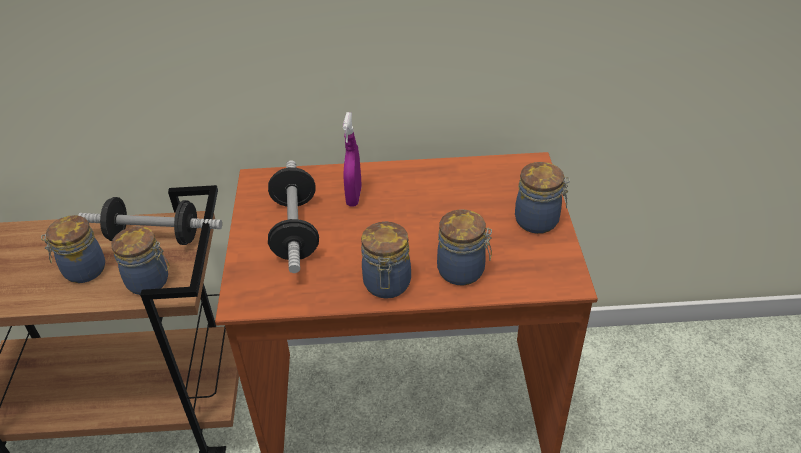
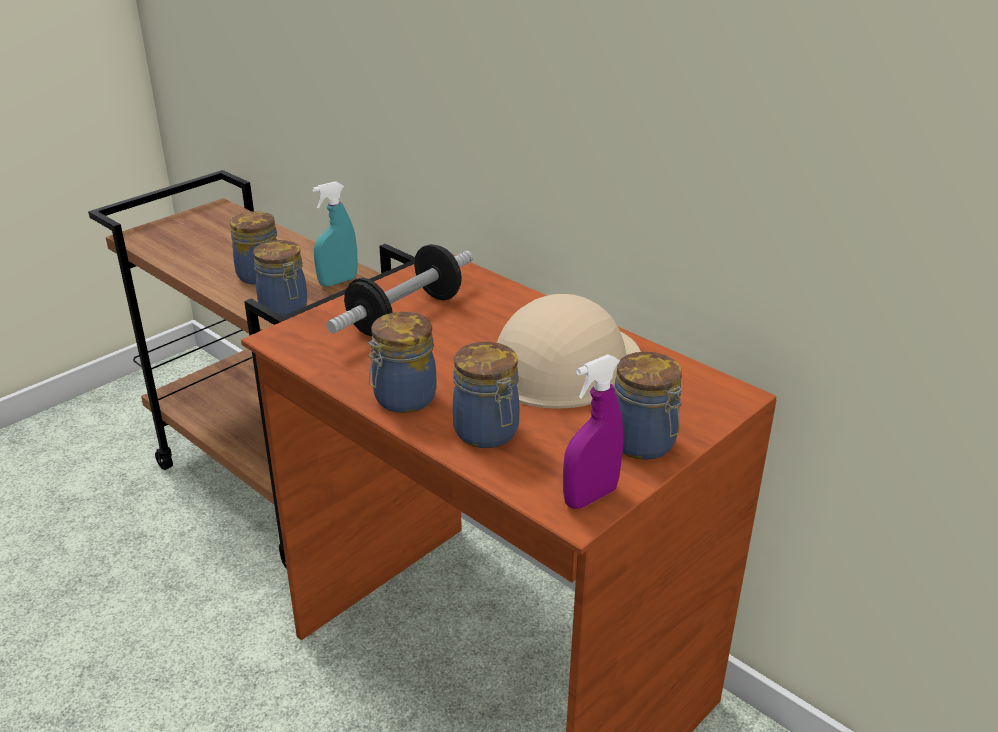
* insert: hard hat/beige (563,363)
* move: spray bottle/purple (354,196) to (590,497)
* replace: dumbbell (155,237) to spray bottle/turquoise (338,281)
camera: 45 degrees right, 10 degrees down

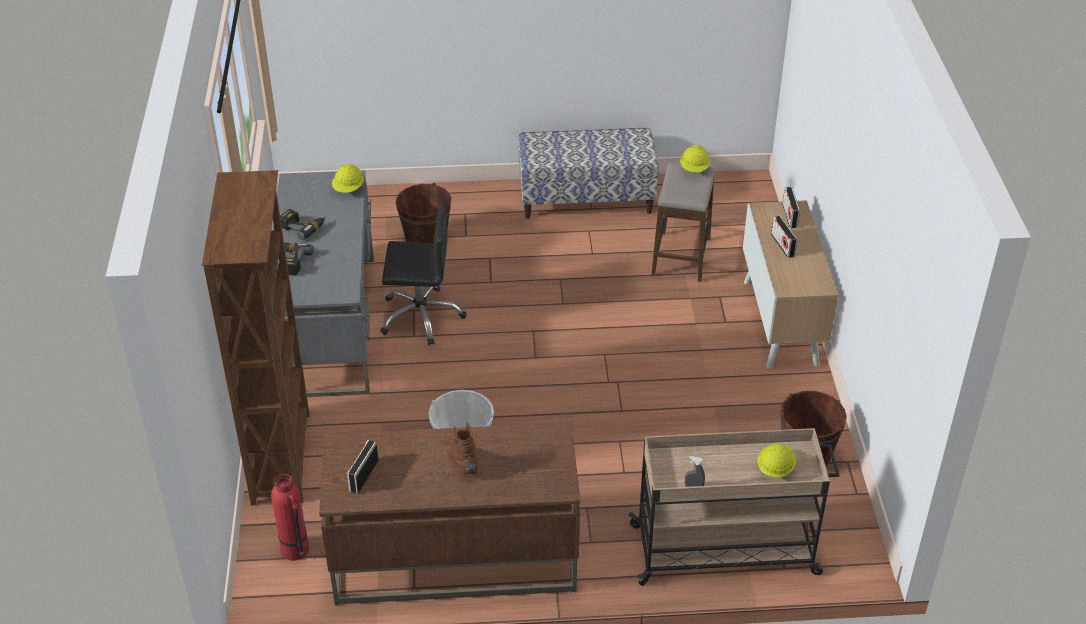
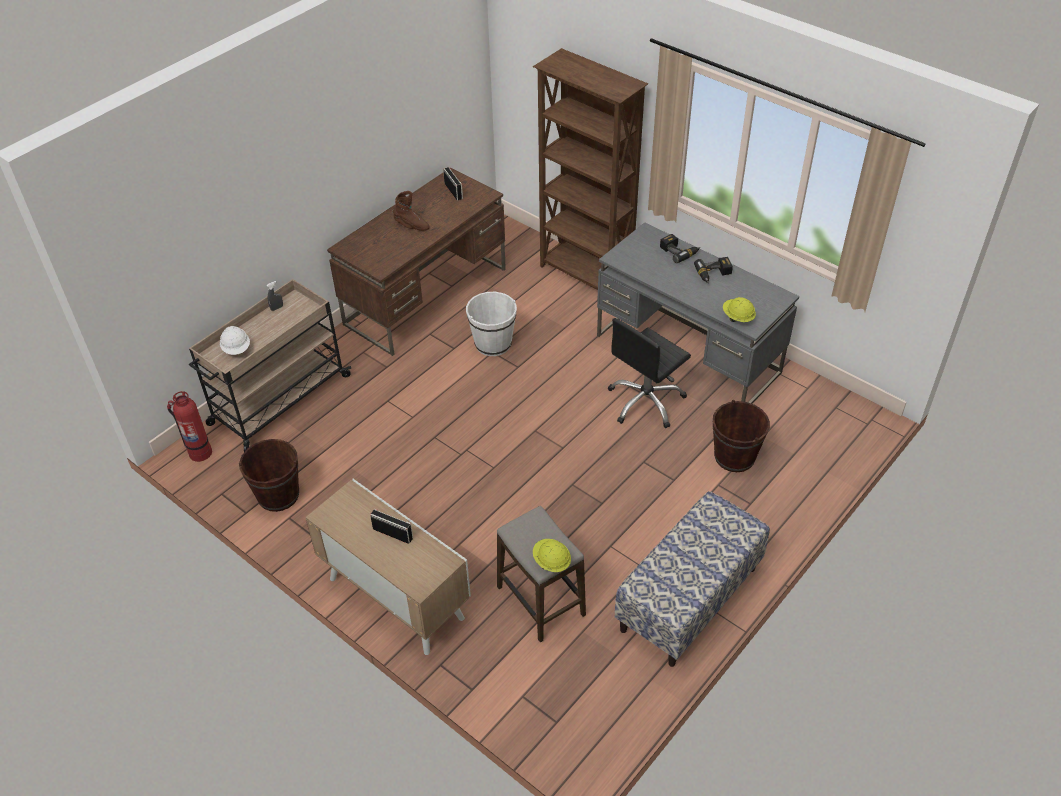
* delete: radio (789,216)
* move: fire extinguisher (295,550) to (200,452)
* recolor: hard hat/yellow (775,468) to hard hat/white (237,349)
camera: 135 degrees right, 5 degrees up

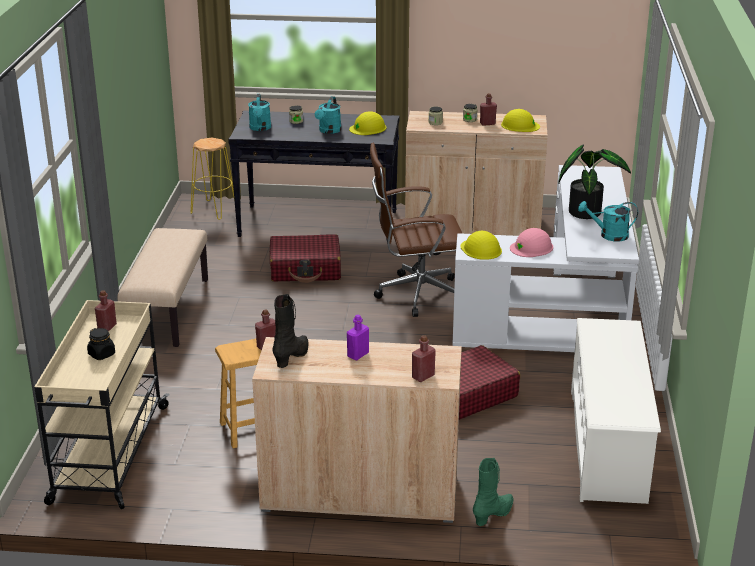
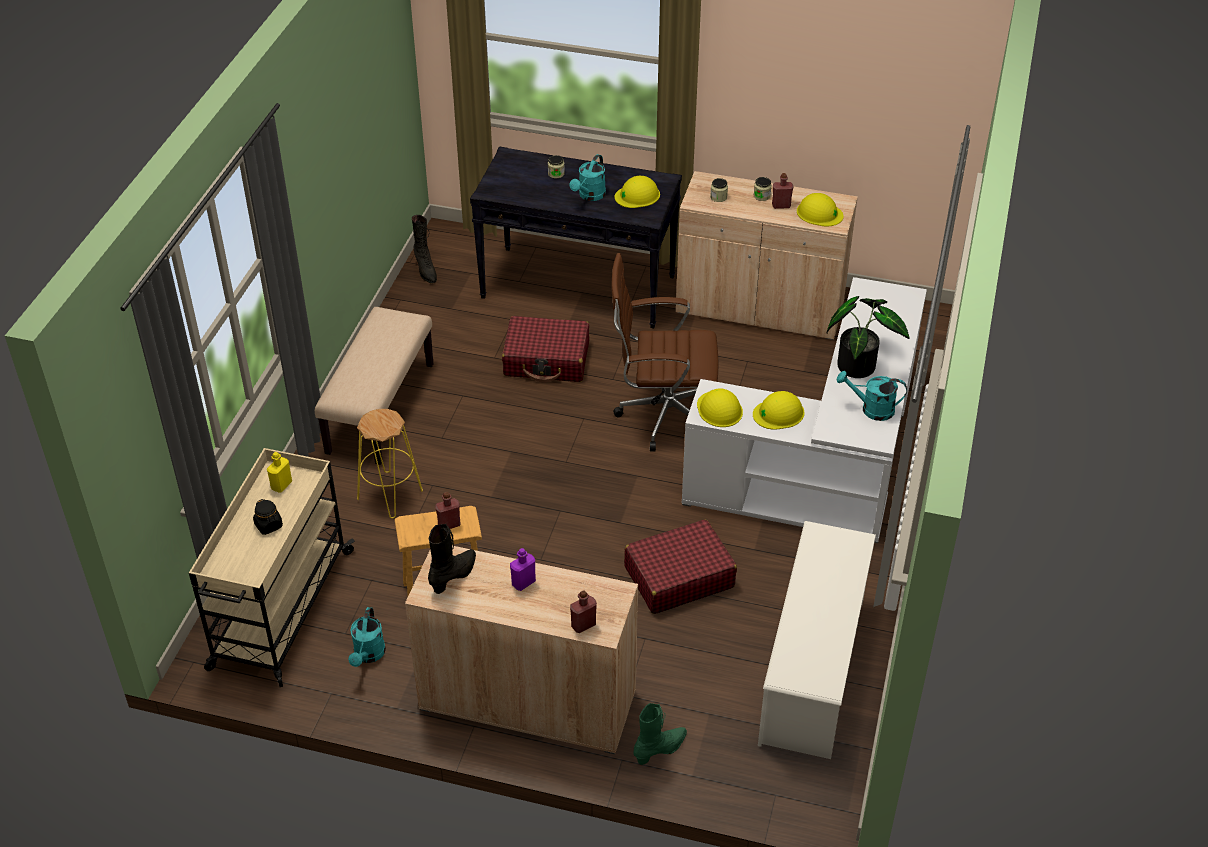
* insert: boot/black (425,270)
* move: stool/yellow (214,210) to (390,495)
* move: watering can/turquoise (260,128) to (368,655)
* recolor: bottle/red (107,327) to bottle/yellow (281,485)
* recolor: hard hat/pink (531,247) to hard hat/yellow (779,413)
camera: 10 degrees right, 15 degrees up

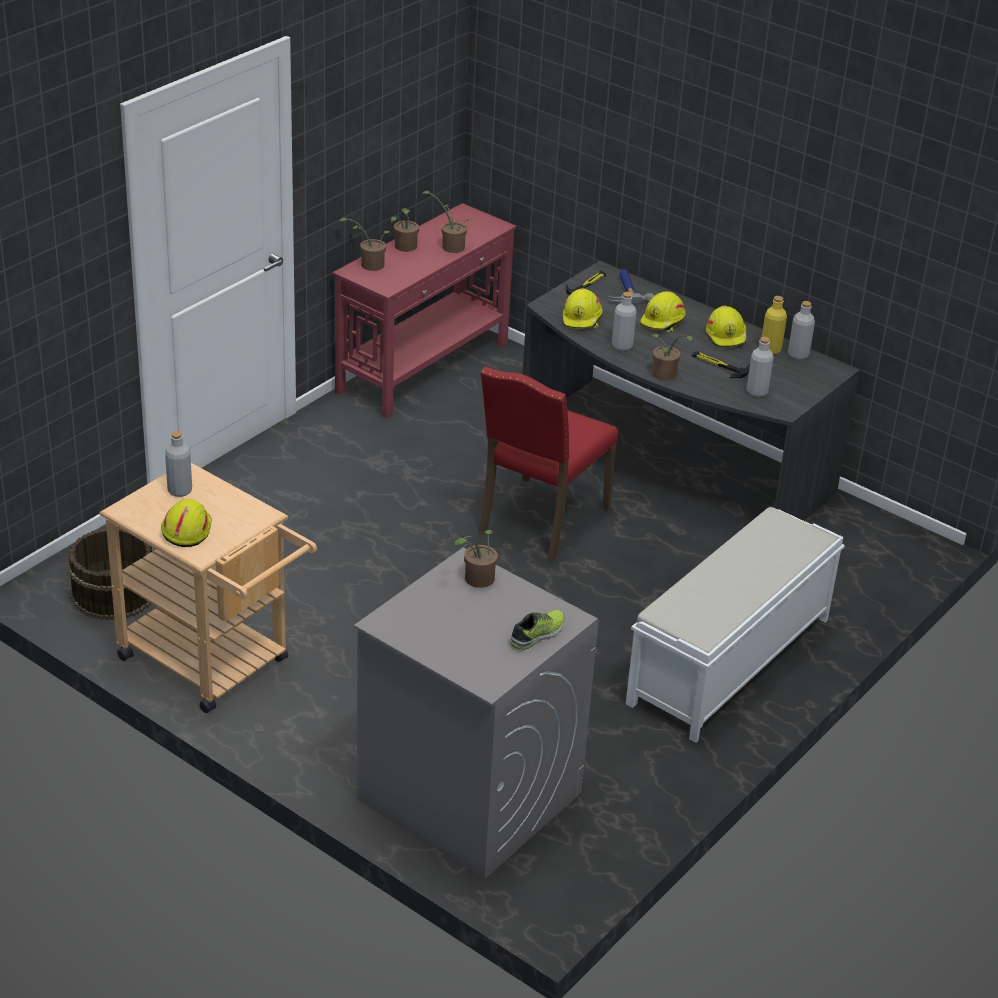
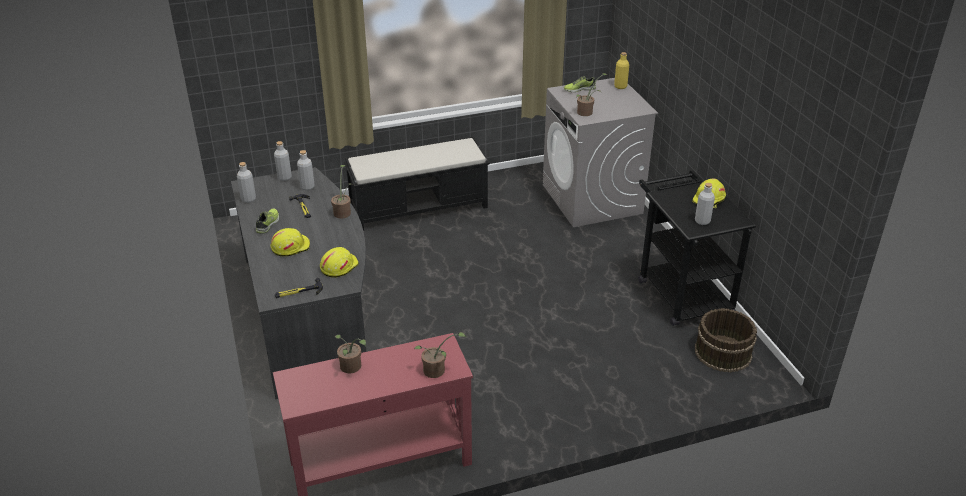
* delete: potted plant (404,248)
* delete: chair/red (540,521)
* delete: hammer (625,290)
* move: bottle/grey (622,346) to (284,177)
* move: bottle/yellow (770,350) to (620,86)
* replace: hard hat/yellow (727,336) to shoe (268,224)
* recolor: cart/beige (214,664) to cart/black (680,291)
* recolor: bench/white (728,662) to bench/black (420,207)
camera: 145 degrees left, 0 degrees up

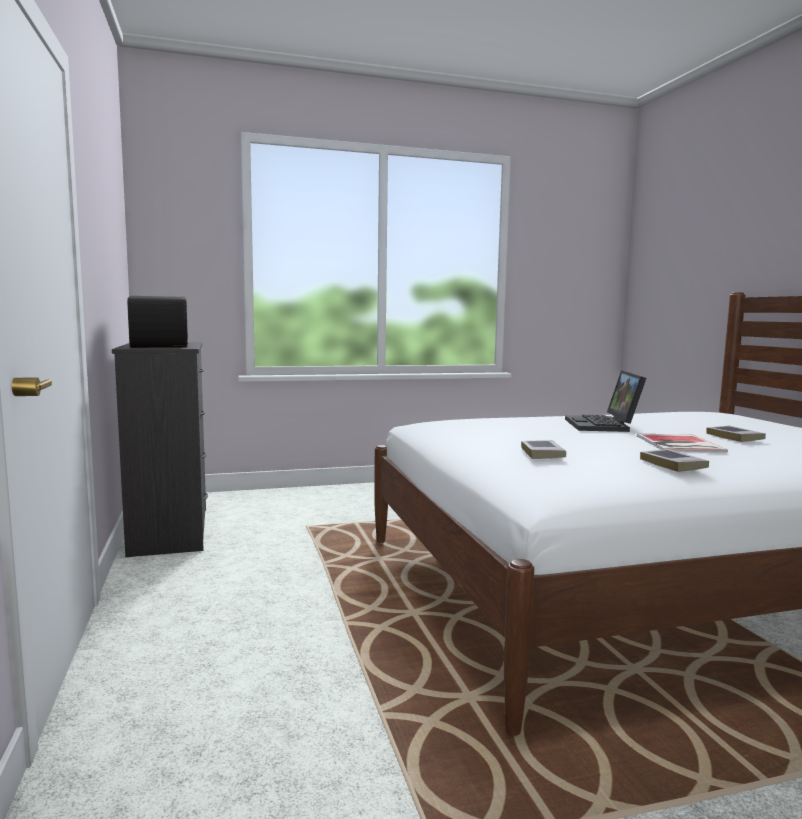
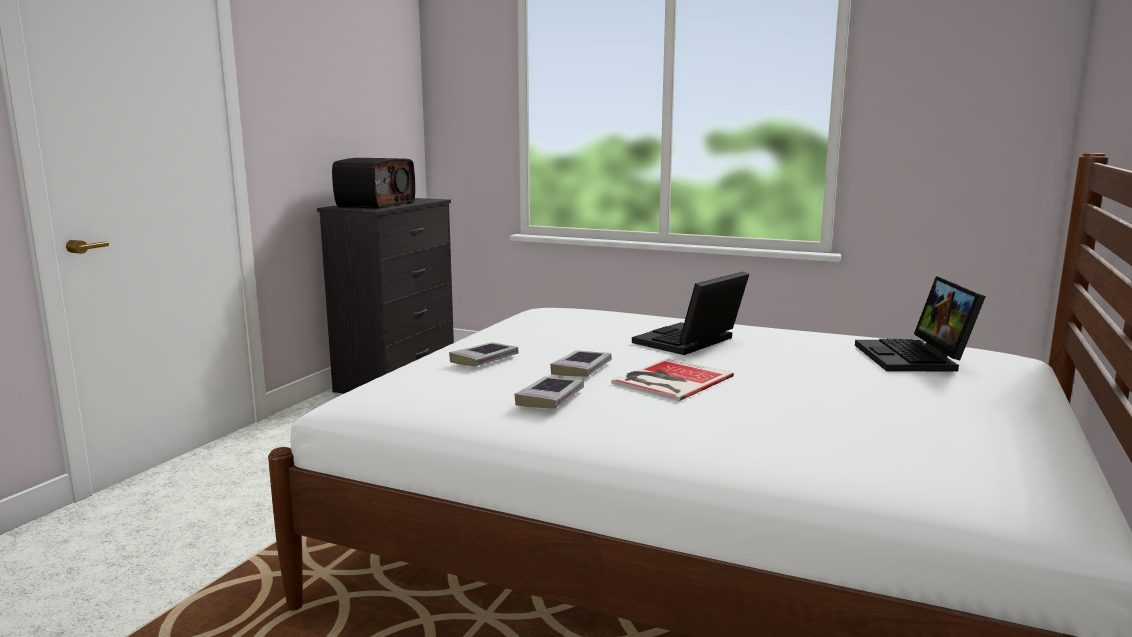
* insert: laptop (916,358)
* move: book (734,437) to (581,369)
camera: 40 degrees right, 5 degrees up

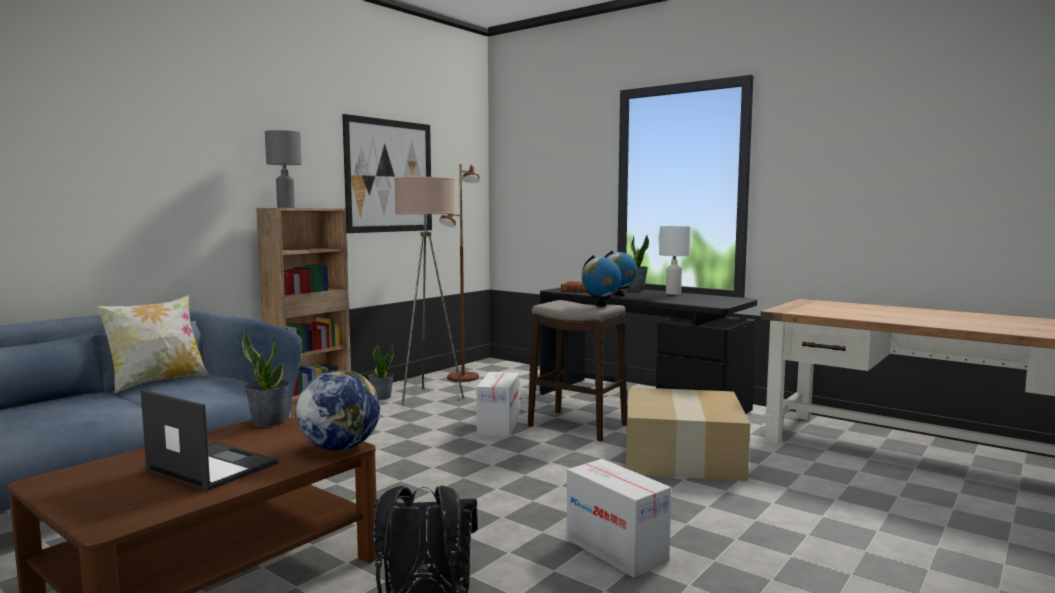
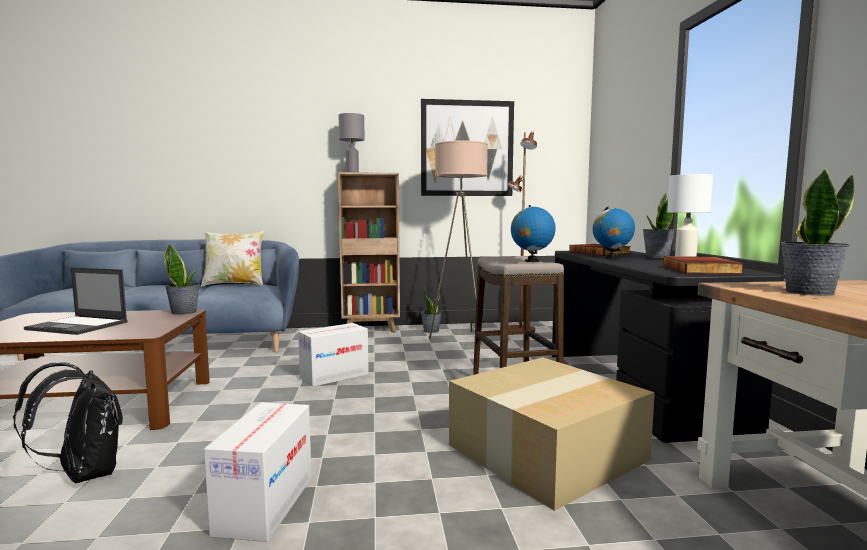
* delete: globe (340,447)
* insert: book (702,270)
* insert: potted plant (808,292)
* move: cardboard box (498,426) to (334,376)
* rotate: laptop (210,466) = (78,326) 120 degrees clockwise
camera: 45 degrees right, 0 degrees up

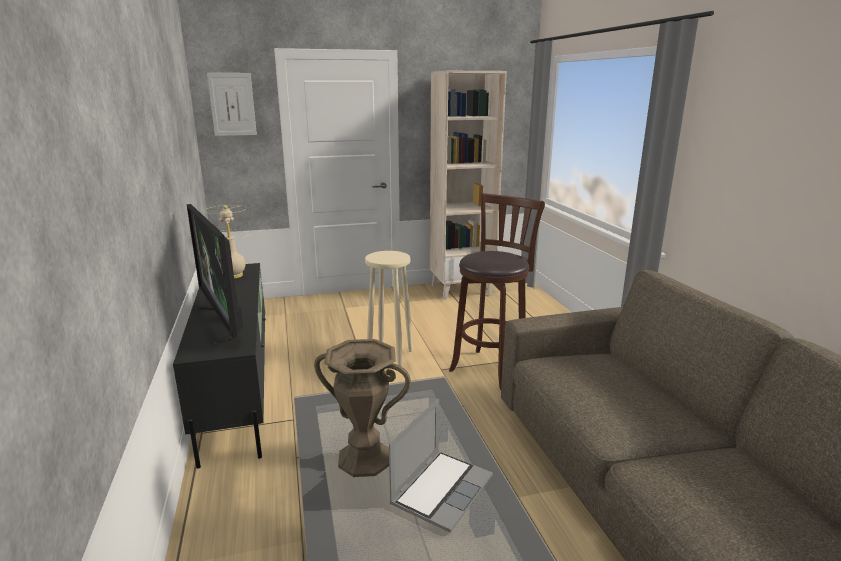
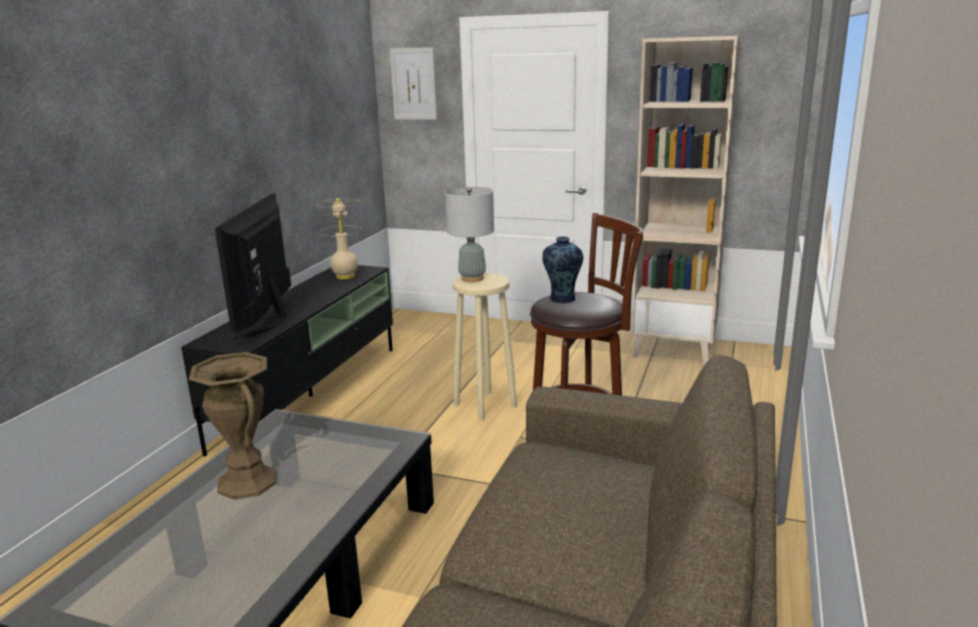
* delete: laptop (441,489)
* insert: table lamp/grey (472,278)
* insert: vase (562,299)
camera: 35 degrees right, 0 degrees up

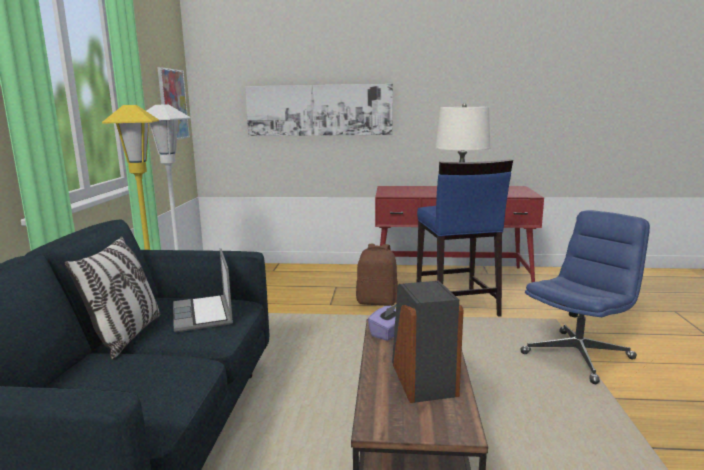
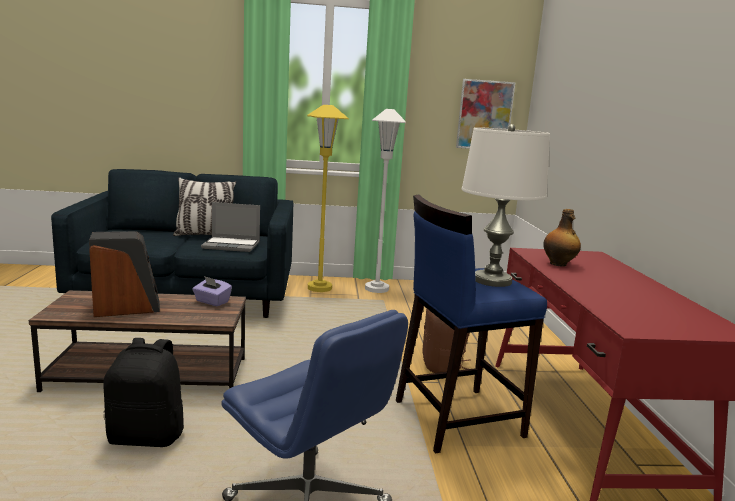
* delete: picture (319,110)
* insert: backpack/black (147,436)
* insert: bottle (558,264)
* rotate: laptop (203,315) = (232,245) 150 degrees counterclockwise
camera: 80 degrees right, 0 degrees up

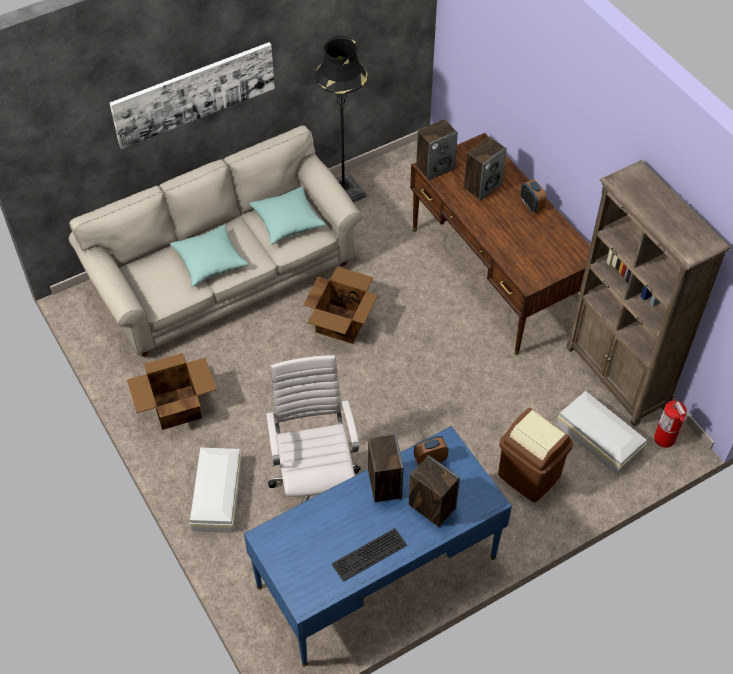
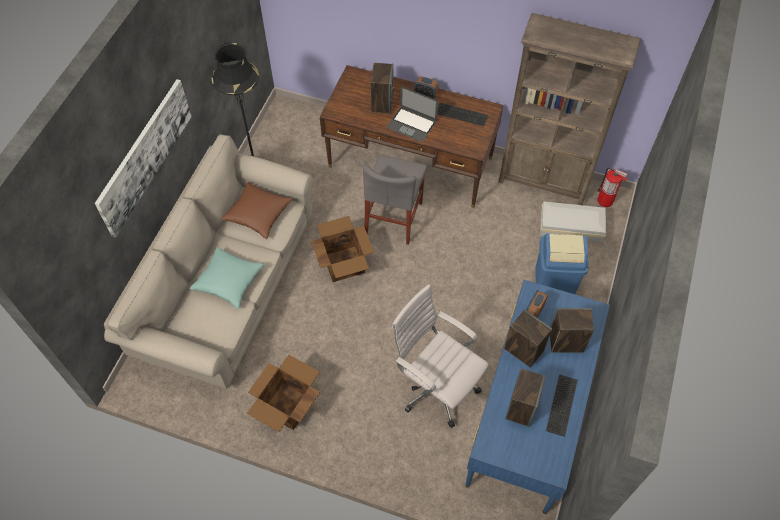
* delete: storage box/white (216,496)
* insert: chair/grey (394,218)
* insert: laptop (411,124)
* insert: keyboard (462,114)
* move: speaker (435,167) to (521,407)
* recolor: pillow/turquoise (287,221) to pillow/brown (258,214)
* recolor: trash can/brown (529,475) to trash can/blue (555,279)
camera: 40 degrees left, 5 degrees up

